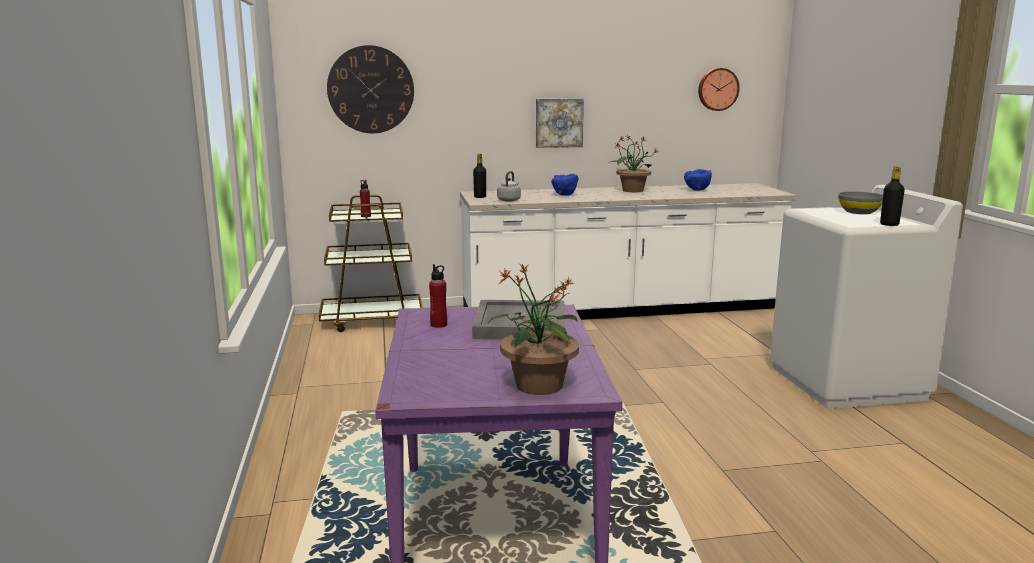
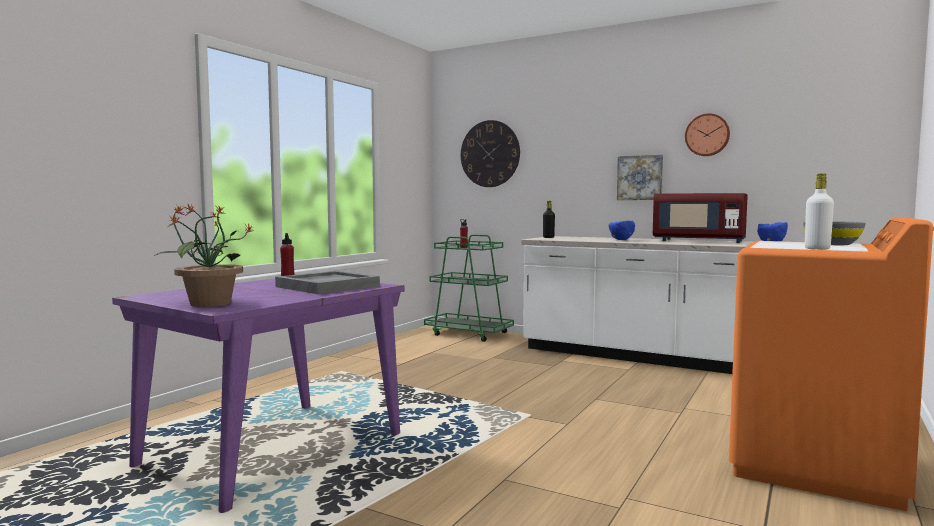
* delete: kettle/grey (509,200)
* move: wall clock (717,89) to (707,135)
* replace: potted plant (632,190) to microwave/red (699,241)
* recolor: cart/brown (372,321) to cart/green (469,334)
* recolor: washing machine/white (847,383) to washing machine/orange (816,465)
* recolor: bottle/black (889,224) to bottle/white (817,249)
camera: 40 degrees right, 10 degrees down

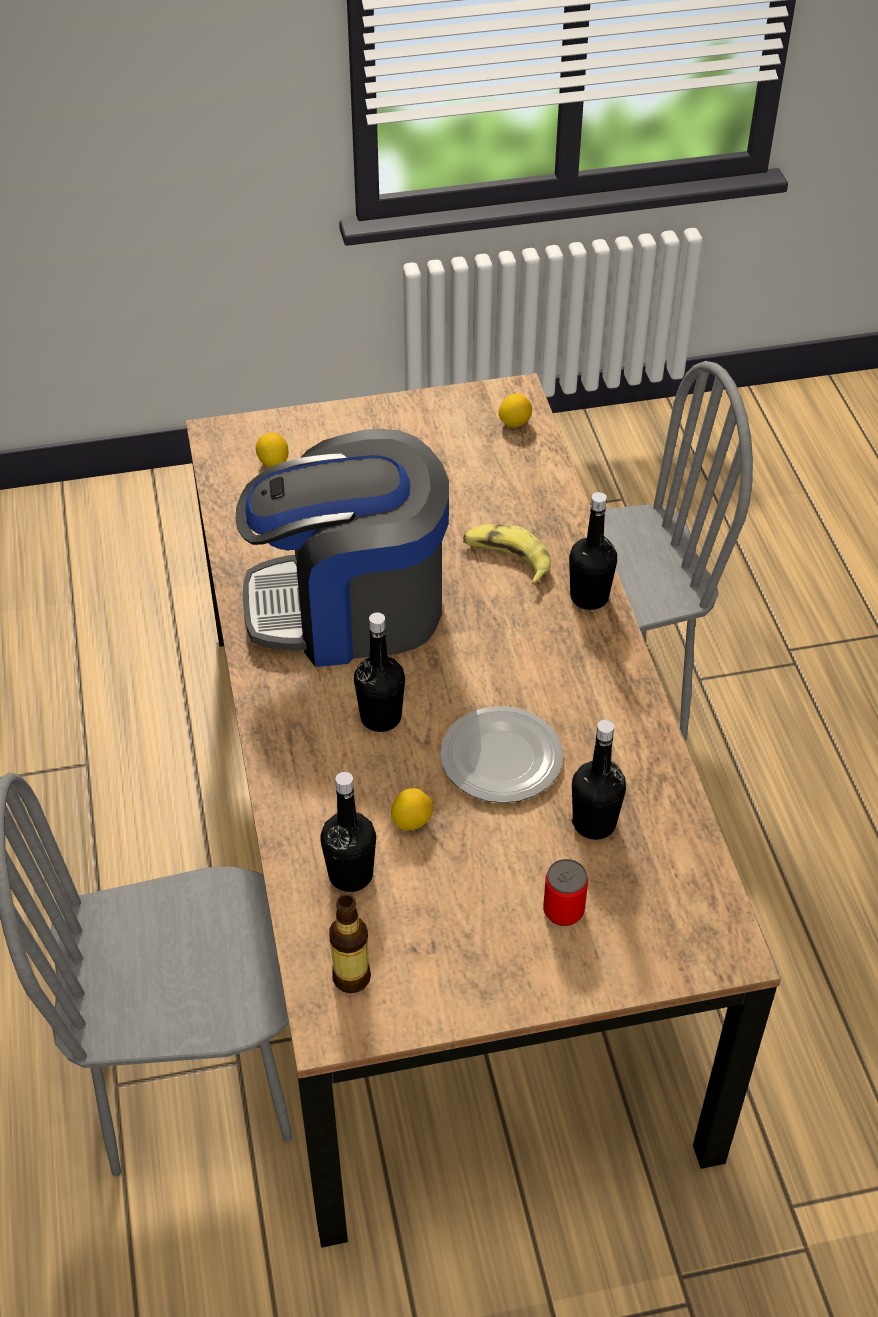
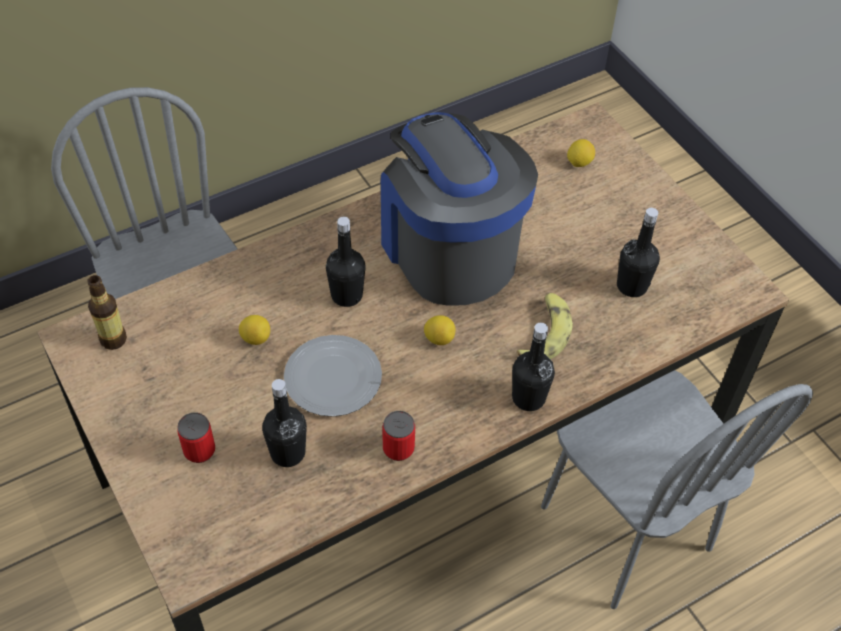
* insert: can (398,448)
* move: bottle/black (350,875) to (632,286)
* move: lemon (514,423) to (439,338)
camera: 70 degrees right, 5 degrees up

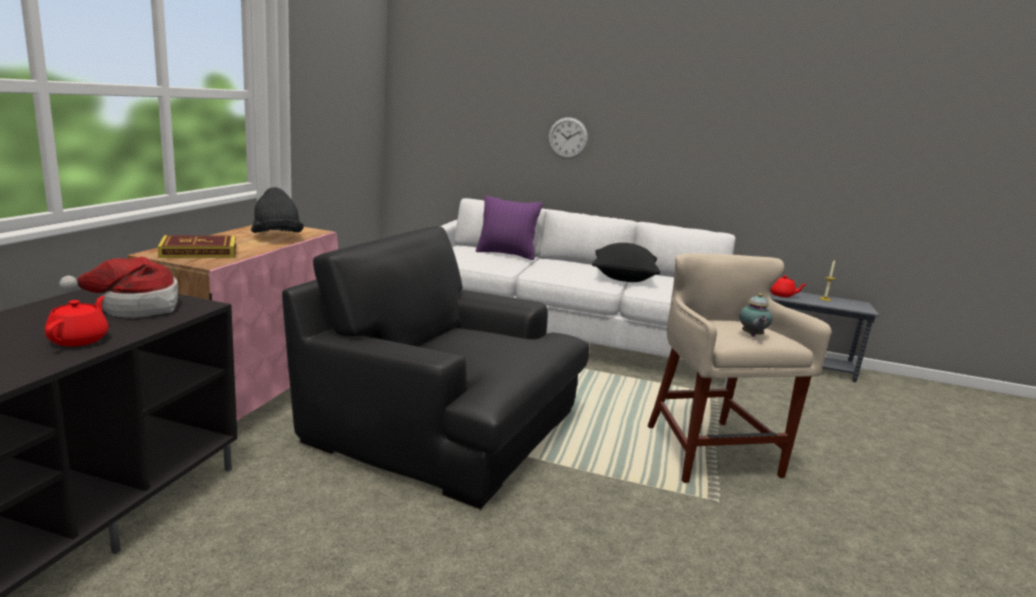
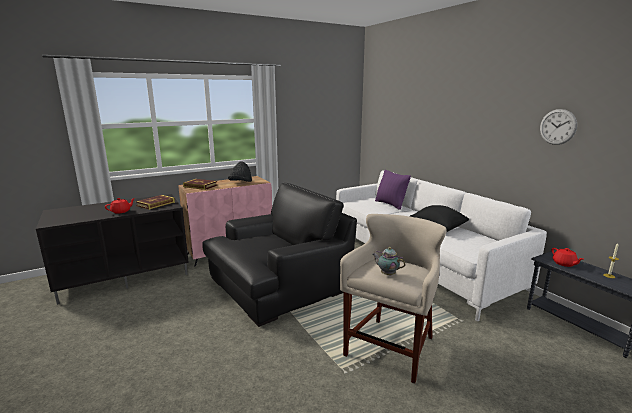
* move: wall clock (568,138) to (557,127)
* replace: hat (136,307) to book (156,204)
* rotate: armchair/black (443,424) = (278,283) 75 degrees clockwise
* rotate: teapot (752,336) = (387,274) 75 degrees clockwise
camera: 45 degrees right, 0 degrees up

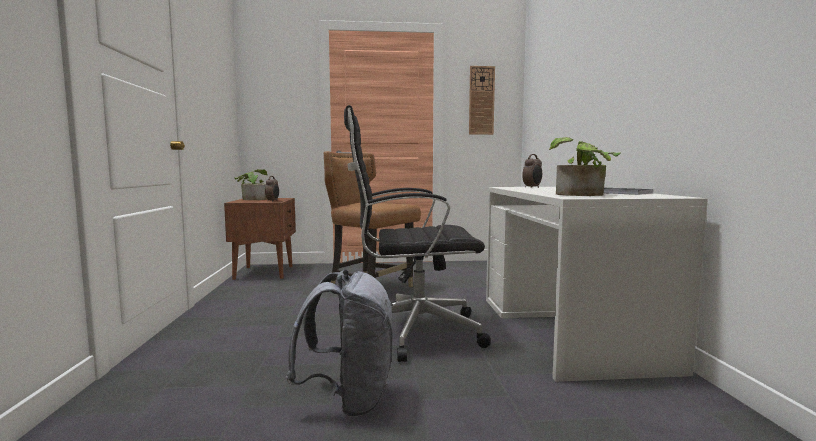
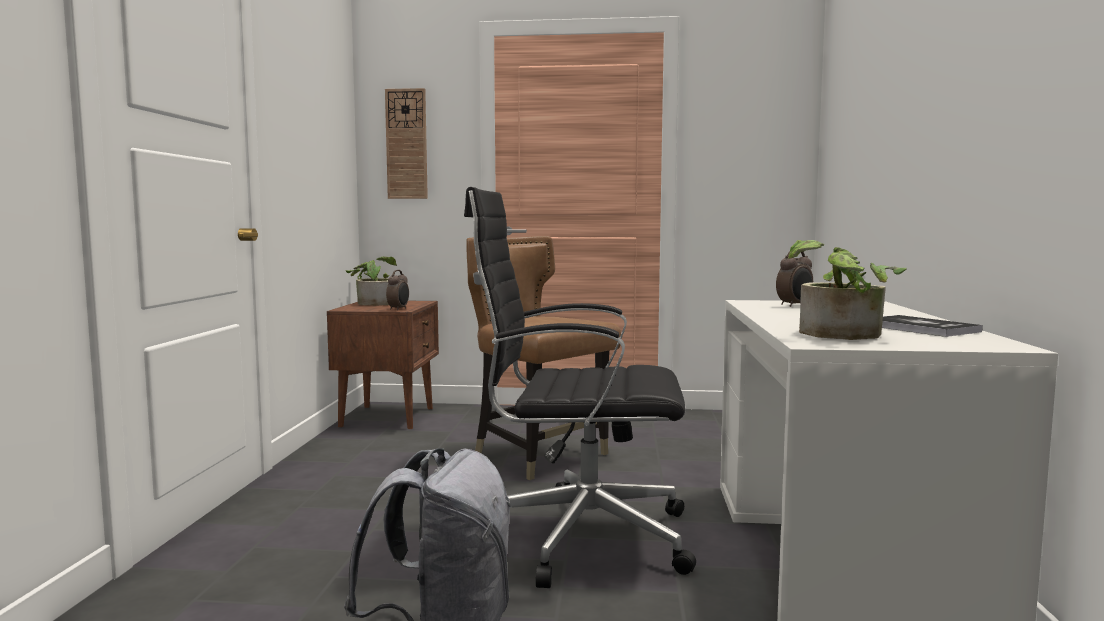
* move: wall clock (481,100) to (406,144)
camera: 10 degrees right, 0 degrees up

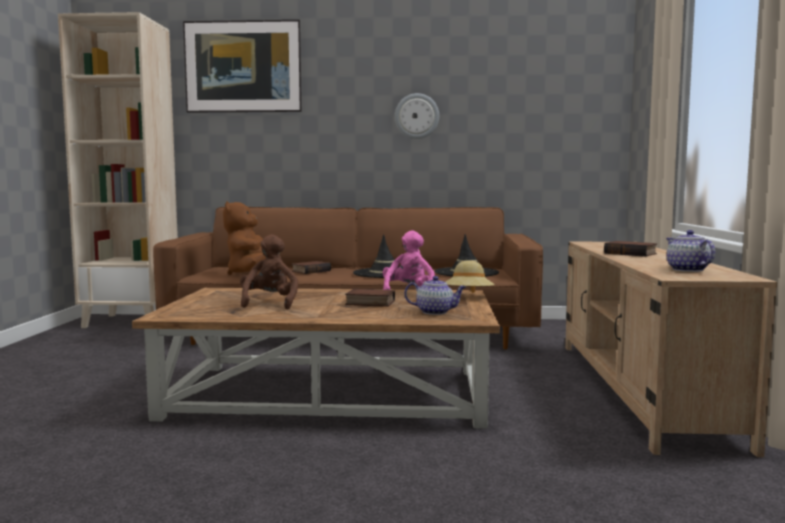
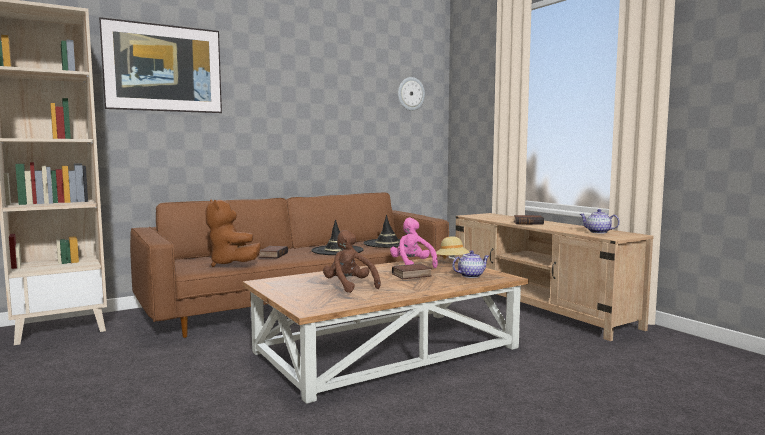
* move: wall clock (417,116) to (410,94)
camera: 35 degrees left, 0 degrees up

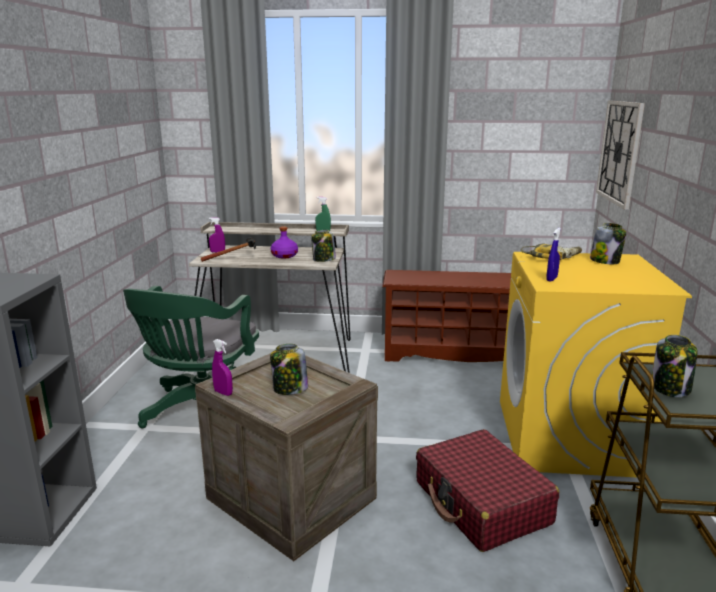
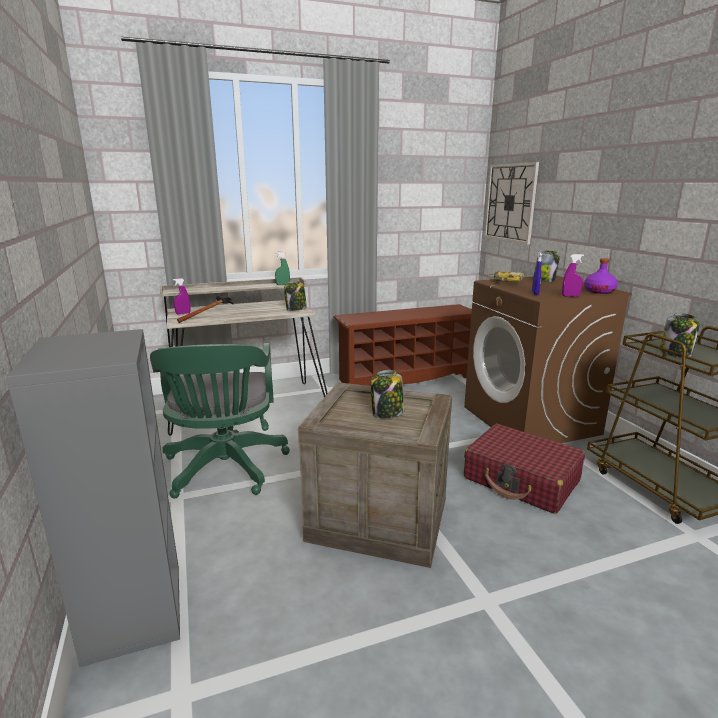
* move: spray bottle/purple (223,393) to (570,296)
* move: bottle/purple (285,256) to (599,291)
* recolor: washing machine/yellow (568,437) to washing machine/brown (531,420)
camera: 25 degrees left, 0 degrees up

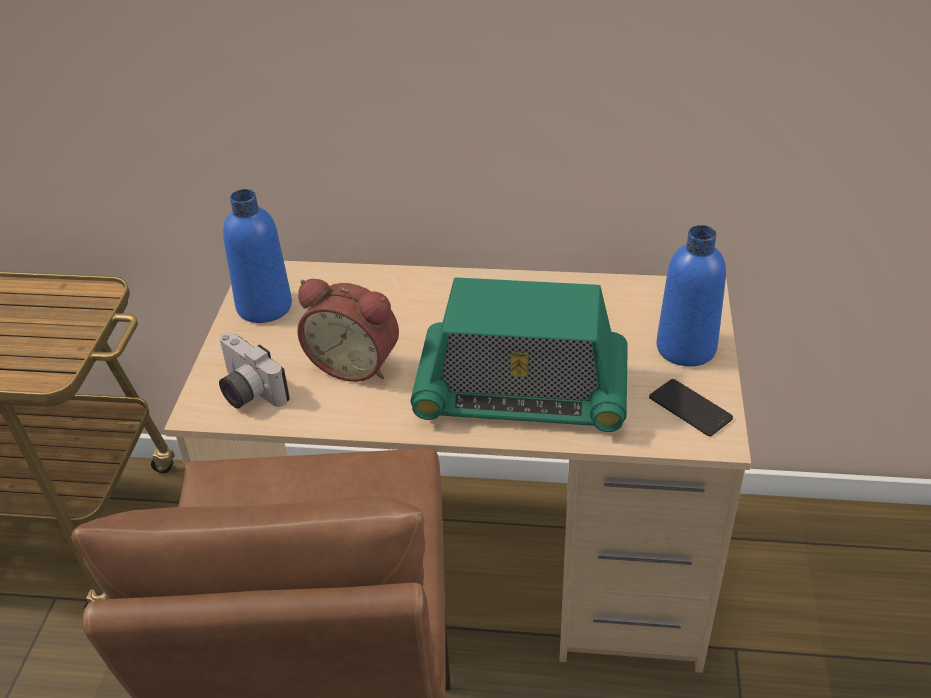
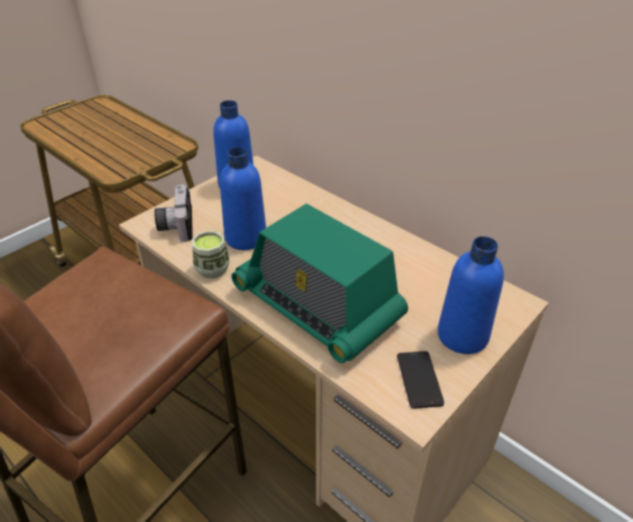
* insert: cup (212,269)
* replace: alarm clock (355,363) to bottle/blue (246,238)
camera: 35 degrees right, 0 degrees up

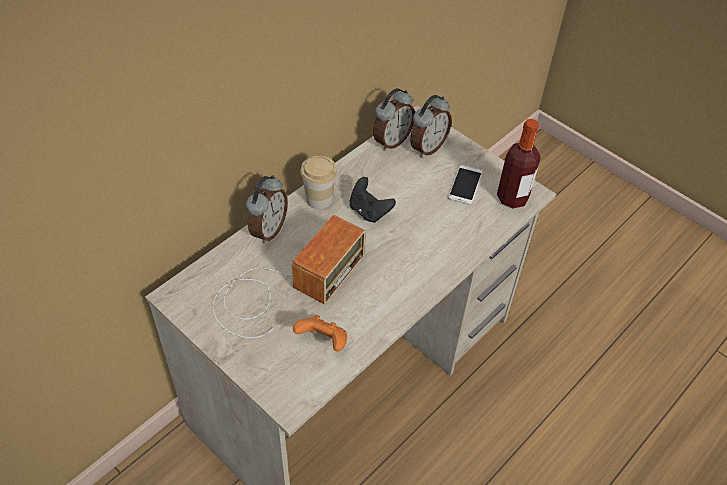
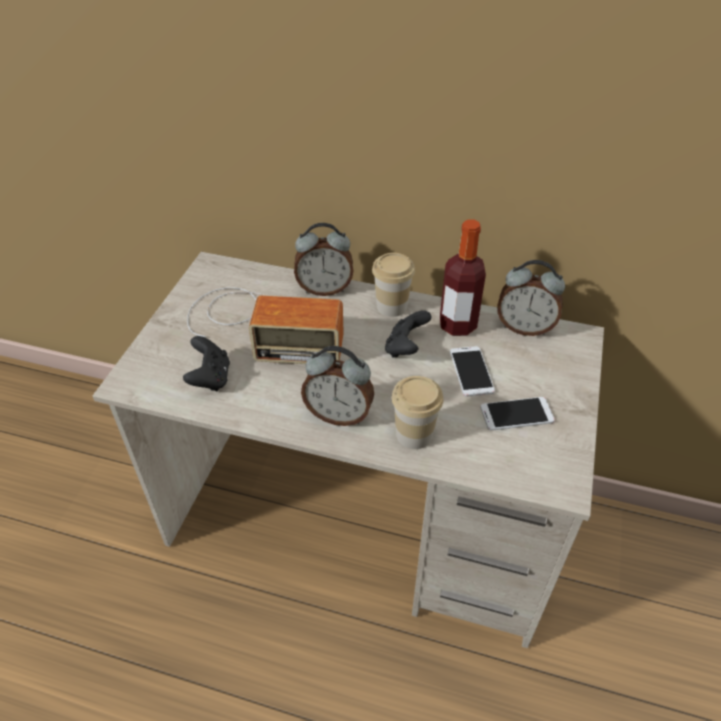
* insert: cup (414,434)
* insert: phone (471,371)
* move: alarm clock (427,147) to (339,414)
* move: bottle (512,198) to (457,325)
* recolor: game controller/orange (323,341) to game controller/black (210,378)
camera: 65 degrees right, 5 degrees down

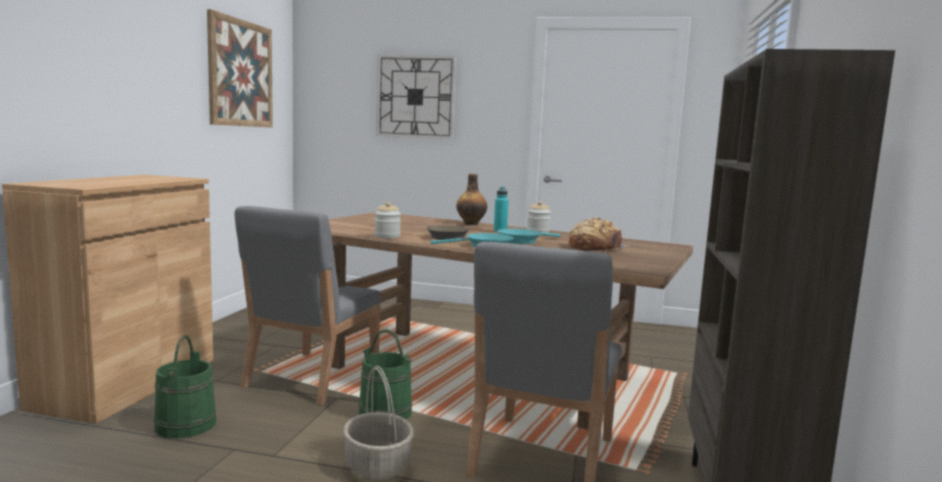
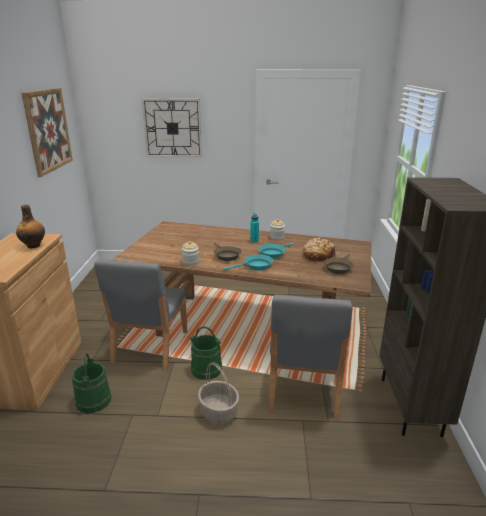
* insert: frying pan/brown (338,268)
* move: bottle (471,224) to (34,245)
camera: 10 degrees left, 15 degrees up

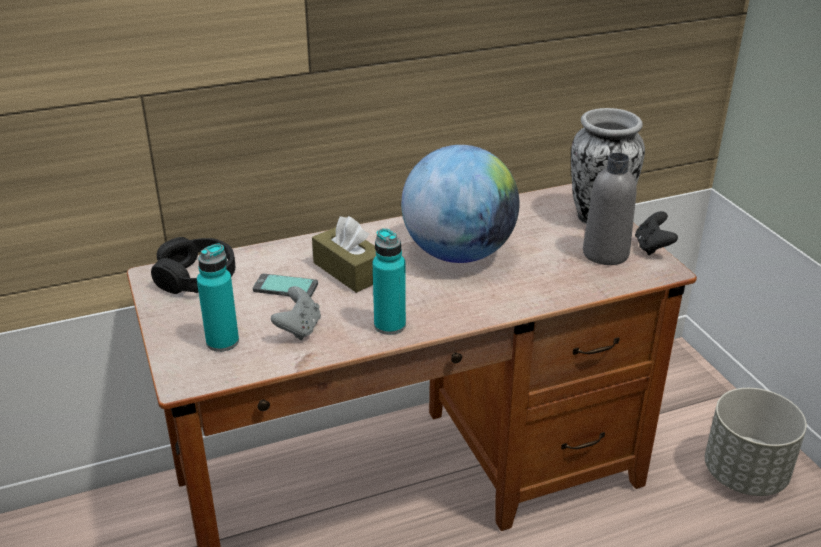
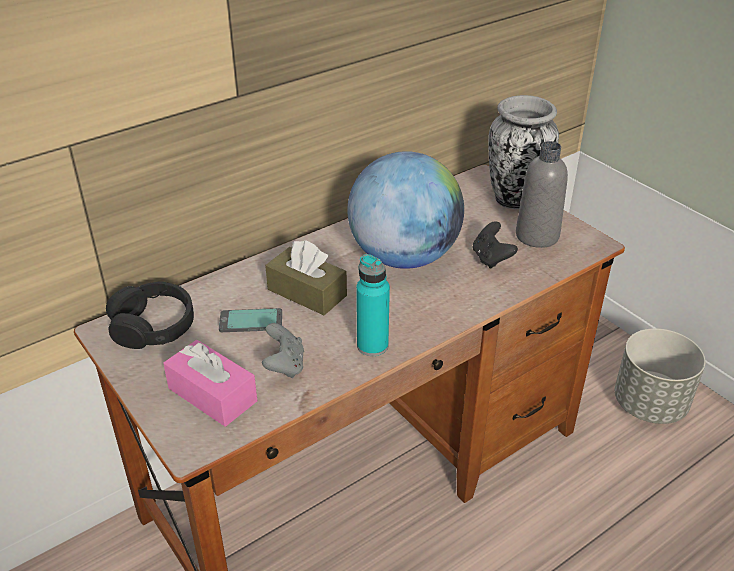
* move: game controller/black (652,247) to (491,258)
* replace: bottle/turquoise (222,342) to tissue box/pink (212,395)
camera: 15 degrees left, 5 degrees up

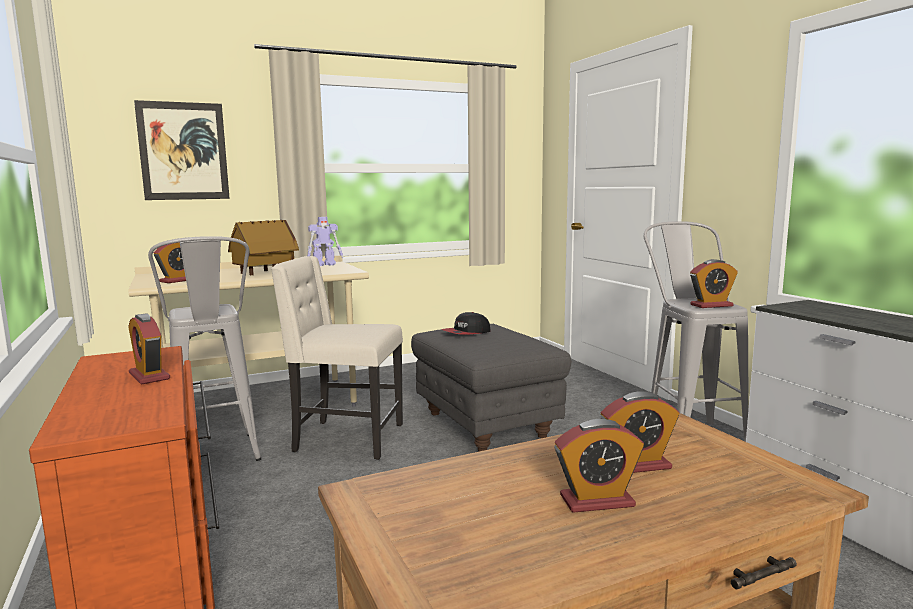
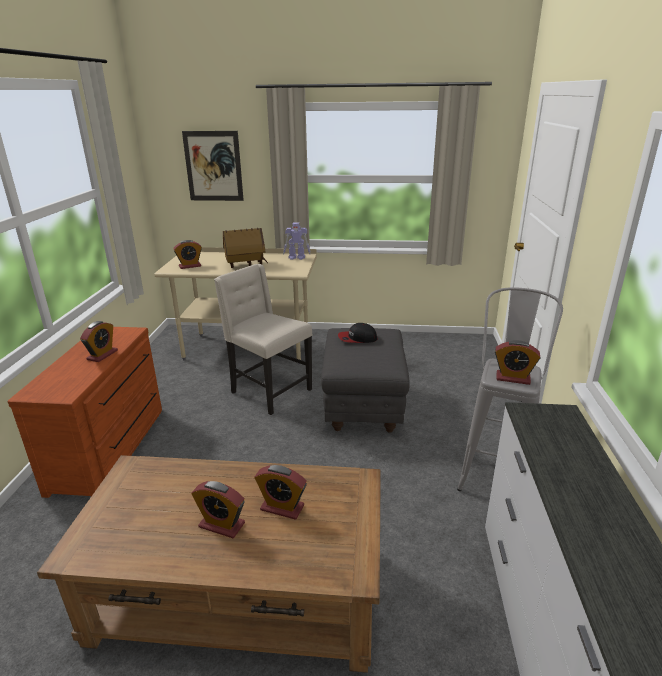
* delete: stool/grey (217,460)
* rotate: alarm clock (149,376) = (102,355) 150 degrees counterclockwise
camera: 30 degrees right, 15 degrees up

